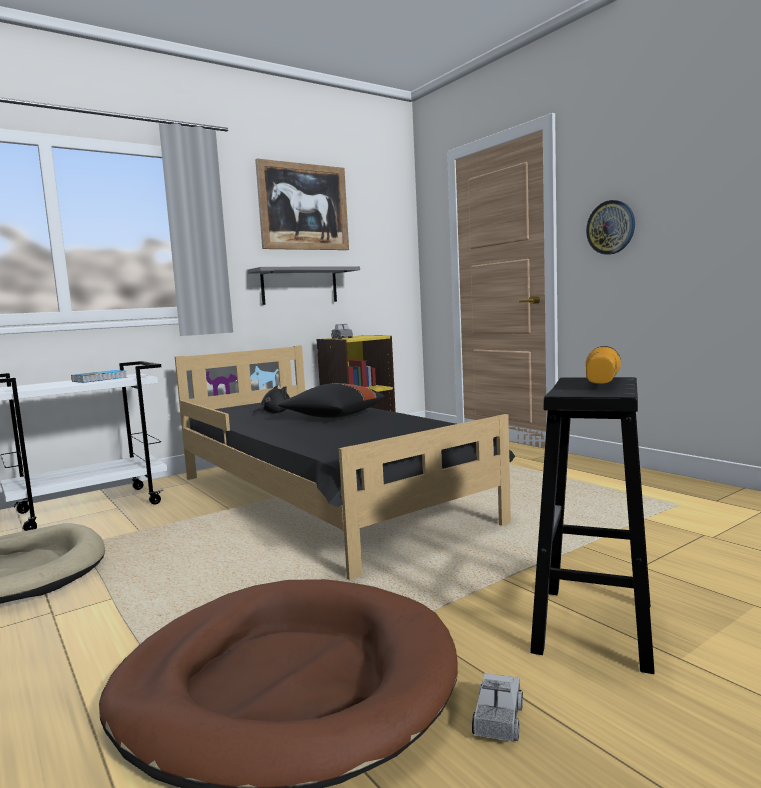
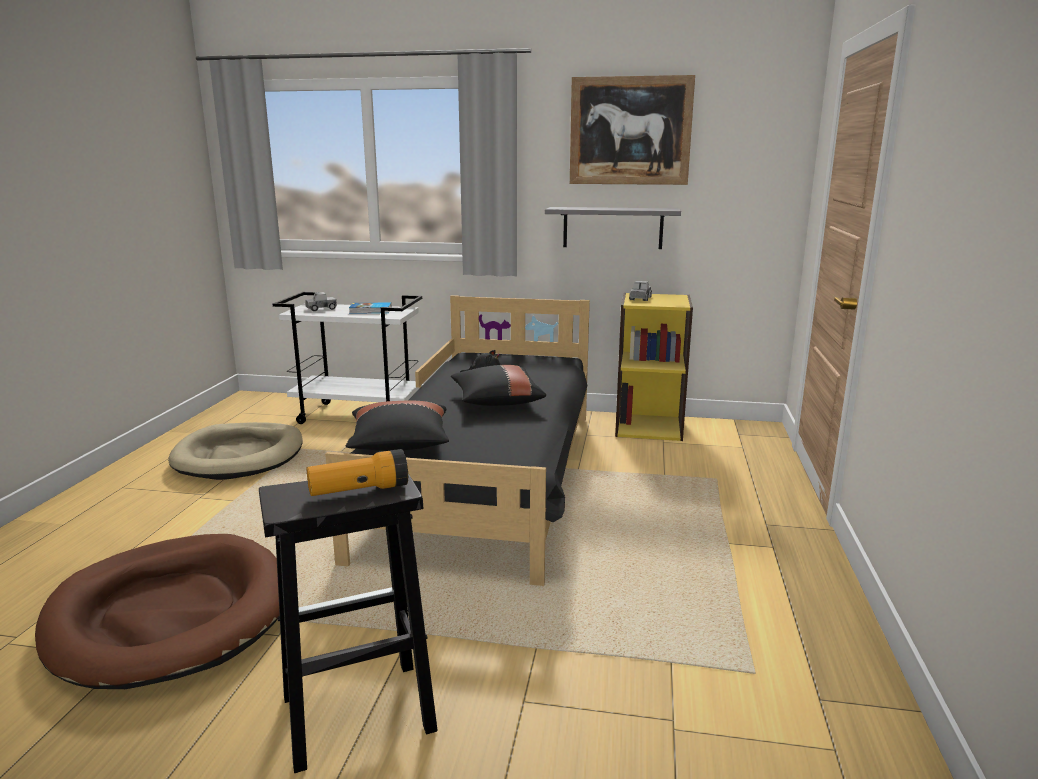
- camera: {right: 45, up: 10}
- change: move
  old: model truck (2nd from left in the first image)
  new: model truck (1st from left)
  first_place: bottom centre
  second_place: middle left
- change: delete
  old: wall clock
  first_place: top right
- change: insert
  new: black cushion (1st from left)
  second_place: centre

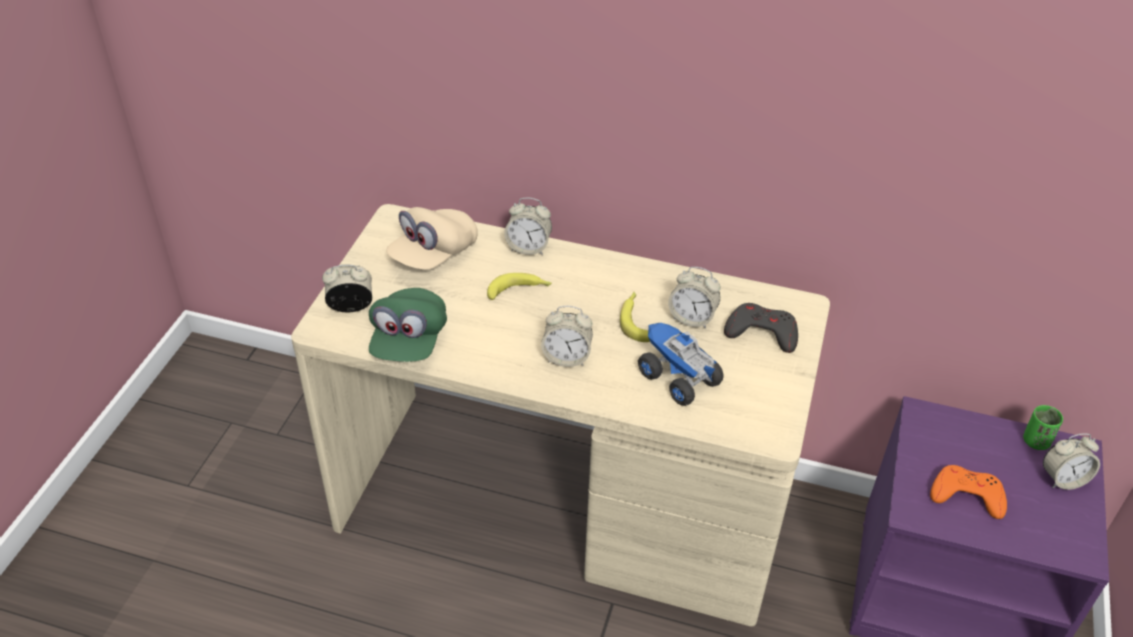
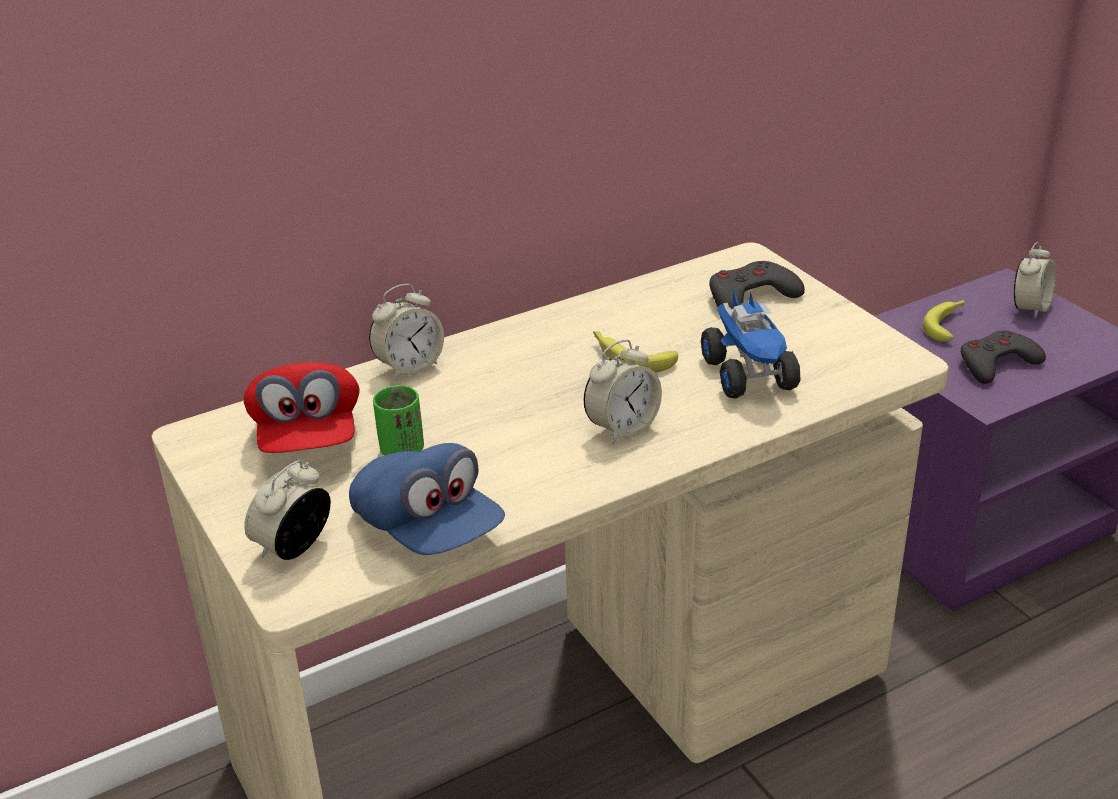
- camera: {right: -45, up: -10}
- change: recolor
  old: greenish peaked cap
  new: bluish peaked cap
  first_place: centre
  second_place: centre
- change: recolor
  old: beige peaked cap
  new: red peaked cap
  first_place: centre
  second_place: middle left
- change: move
  old: banana (1st from left in the first image)
  new: banana (2nd from left)
  first_place: centre
  second_place: middle right
- change: rotate
  old: model truck
  first_place: centre
  second_place: middle right
  degrees: -105
- change: delete
  old: alarm clock (4th from left)
  first_place: centre
- change: recolor
  old: orange-coloured game controller
  new: greyish game controller (2nd from left)
  first_place: bottom right
  second_place: middle right
- change: move
  old: greenish cup
  first_place: bottom right
  second_place: centre

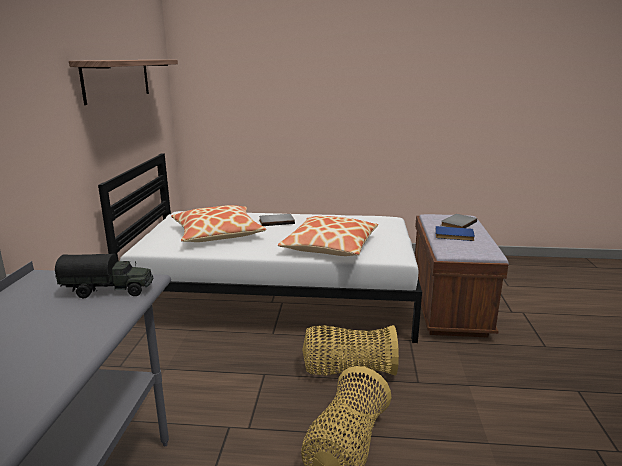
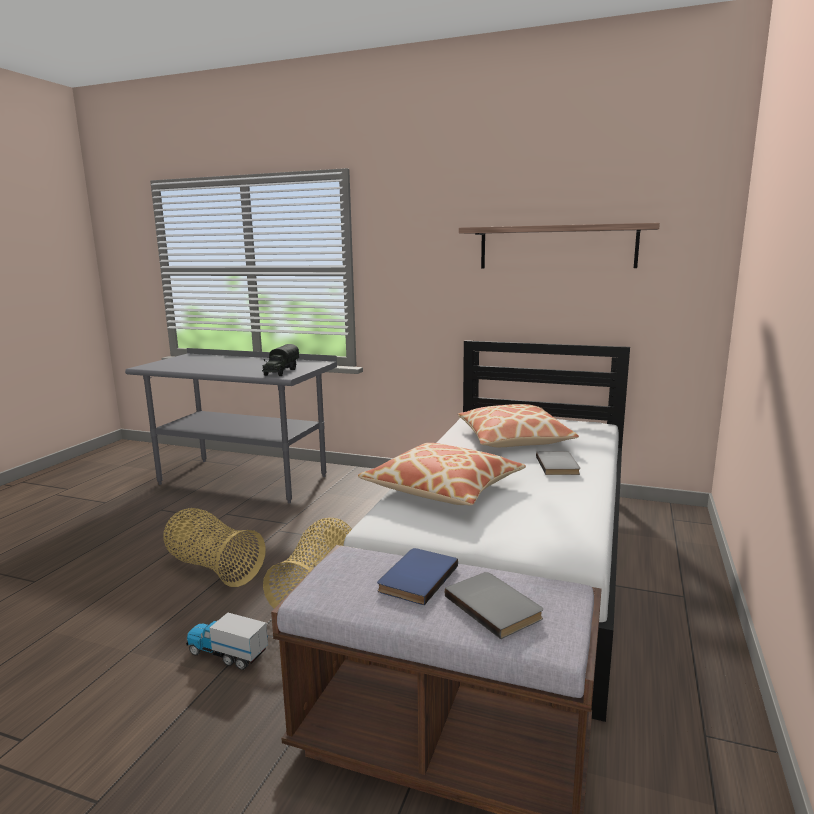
- camera: {right: 105, up: -5}
- change: insert
  new: model truck (1st from left)
  second_place: bottom left

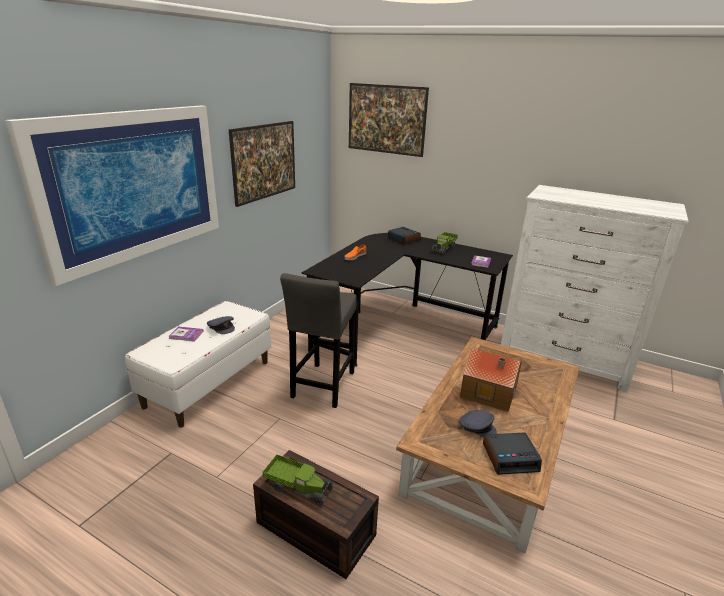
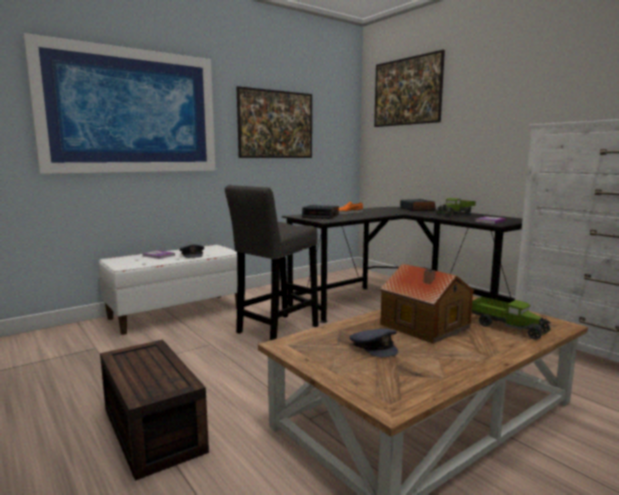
- camera: {right: 25, up: -15}
- change: move
  old: model truck (1st from left in the first image)
  new: model truck (2nd from left)
  first_place: bottom centre
  second_place: middle right
- change: move
  old: alarm clock (2nd from left in the first image)
  new: alarm clock (1st from left)
  first_place: bottom right
  second_place: centre

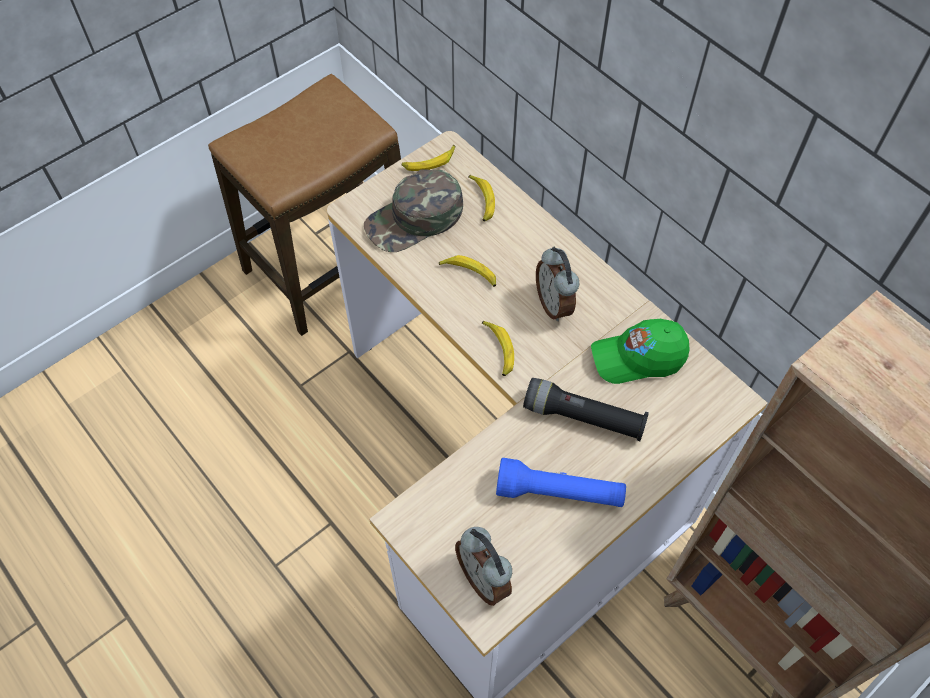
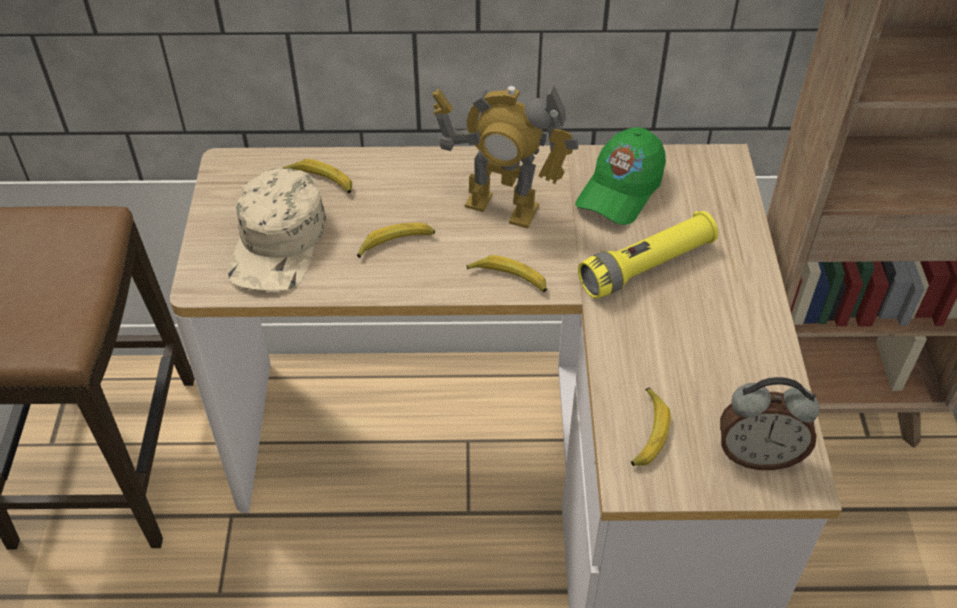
- camera: {right: -50, up: -10}
- change: recolor
  old: greenish peaked cap (1st from left)
  new: beige peaked cap
  first_place: top centre
  second_place: middle left
- change: move
  old: banana (1st from left in the first image)
  new: banana (4th from left)
  first_place: top centre
  second_place: bottom right
- change: delete
  old: bluish torch
  first_place: bottom centre
- change: recolor
  old: black torch
  new: yellow-coloured torch
  first_place: centre
  second_place: middle right
- change: replace
  old: alarm clock (2nd from left)
  new: toy robot
  first_place: centre
  second_place: top centre

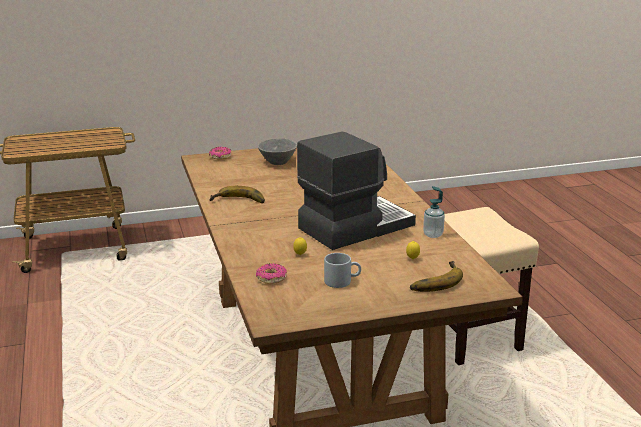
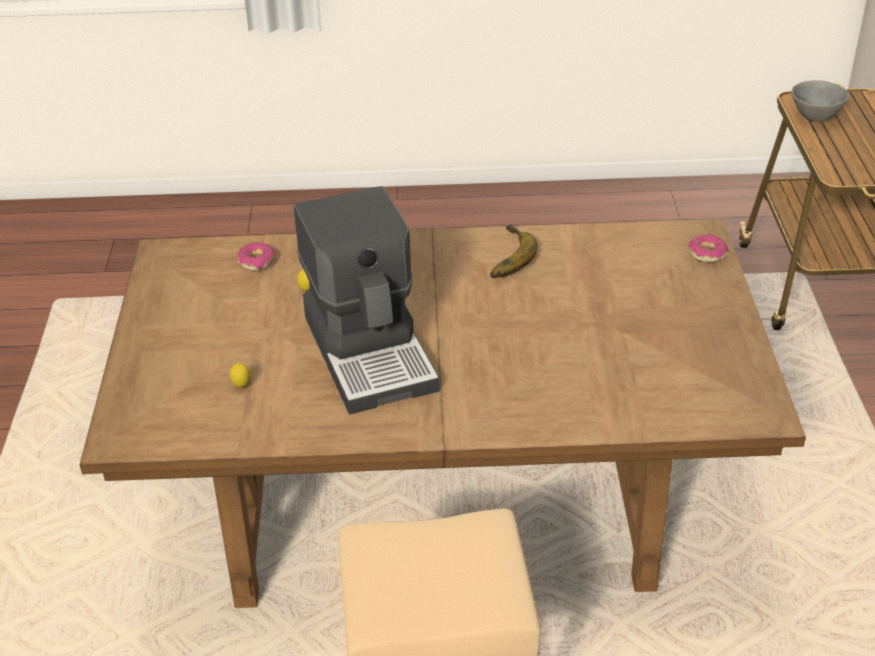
- camera: {right: 105, up: 15}
- change: move
  old: greyish serving bowl
  first_place: centre
  second_place: top right
- change: delete
  old: greyish coffee mug
  first_place: centre
- change: delete
  old: banana (2nd from left)
  first_place: middle right
- change: delete
  old: soap dispenser
  first_place: middle right

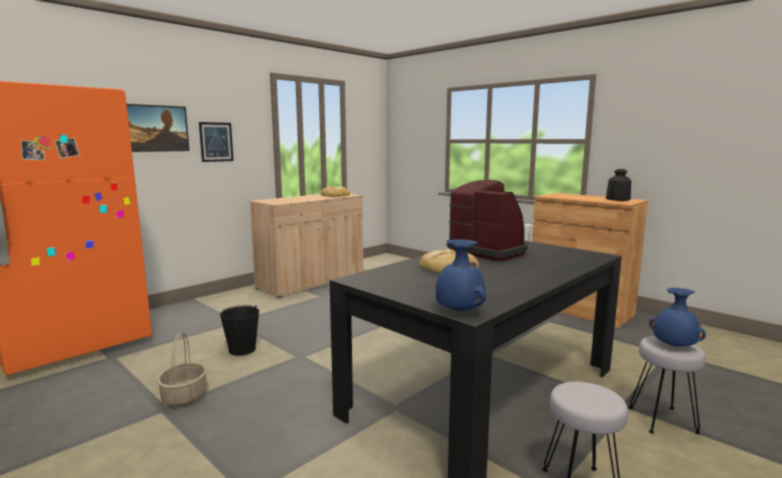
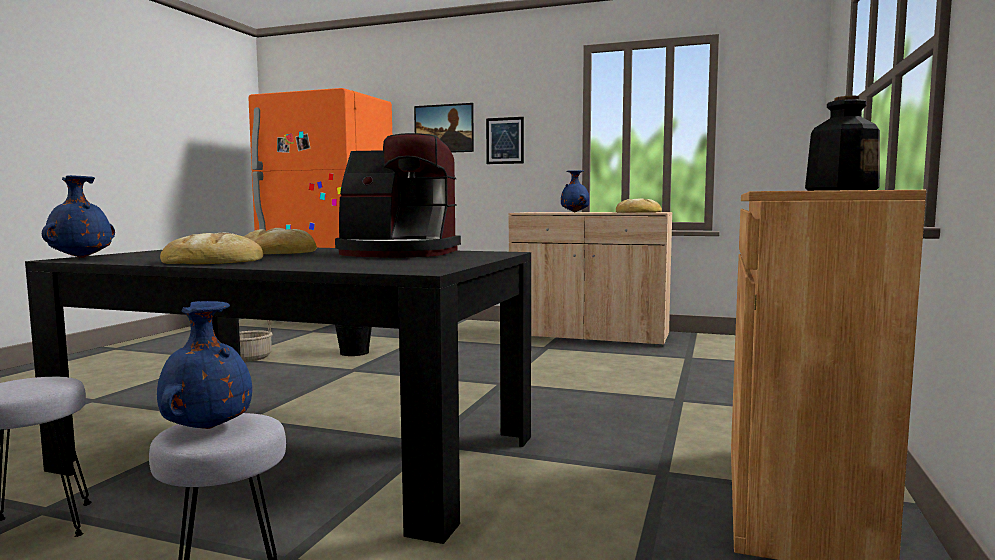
- camera: {right: 65, up: -5}
- change: rotate
  old: coffee maker
  first_place: centre
  second_place: centre
  degrees: 75
- change: insert
  new: bread (1st from left)
  second_place: middle left
- change: insert
  new: bluish vase (3rd from left)
  second_place: centre

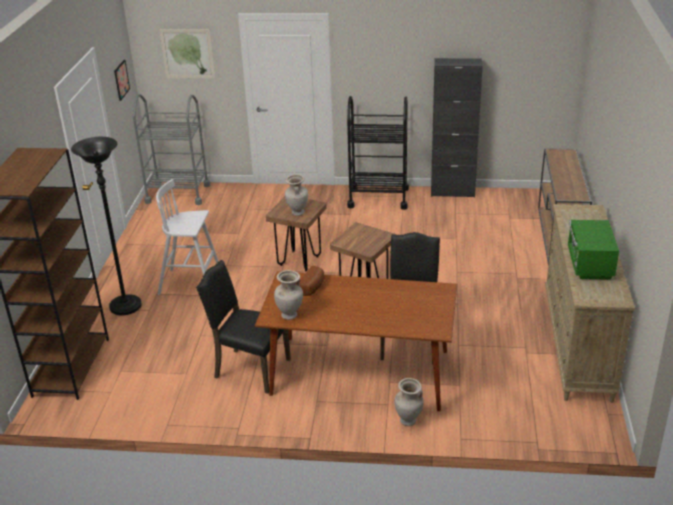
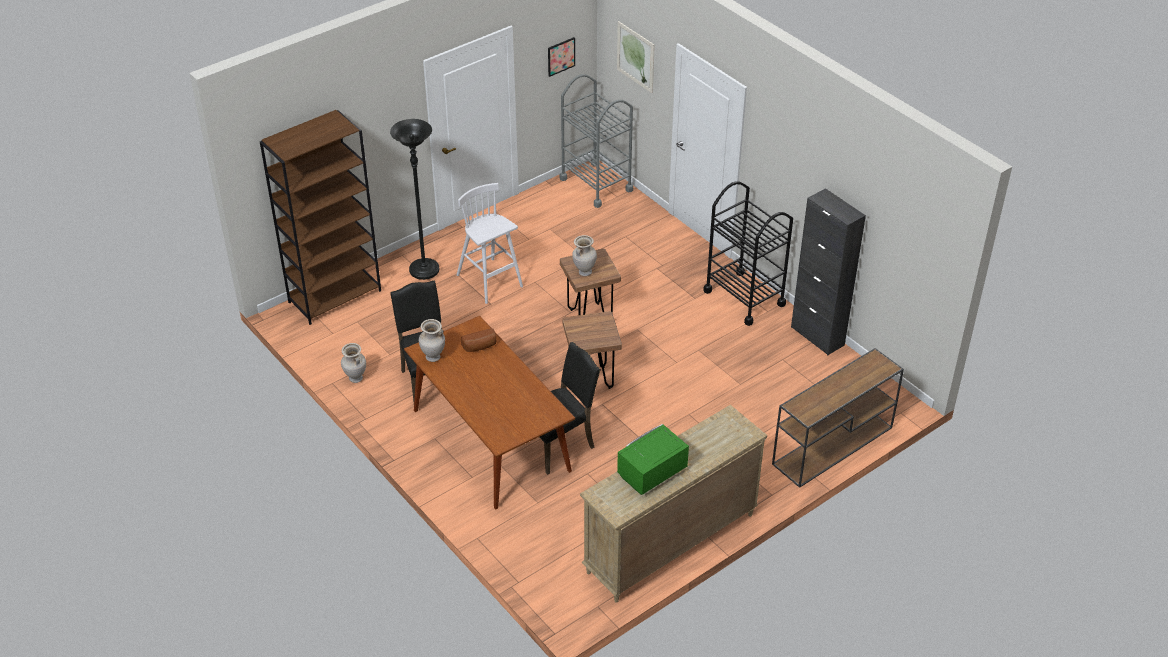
- camera: {right: 45, up: 10}
- change: move
  old: beige vase (3rd from left in the first image)
  new: beige vase (1st from left)
  first_place: bottom centre
  second_place: middle left

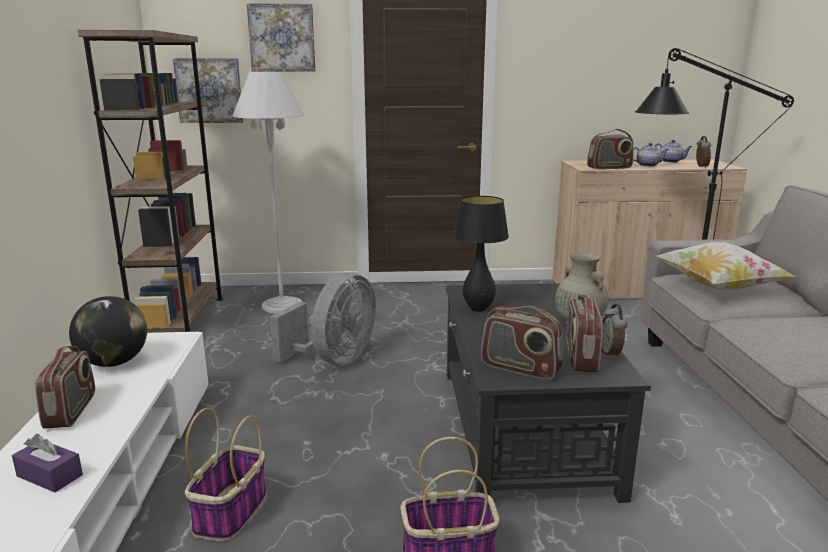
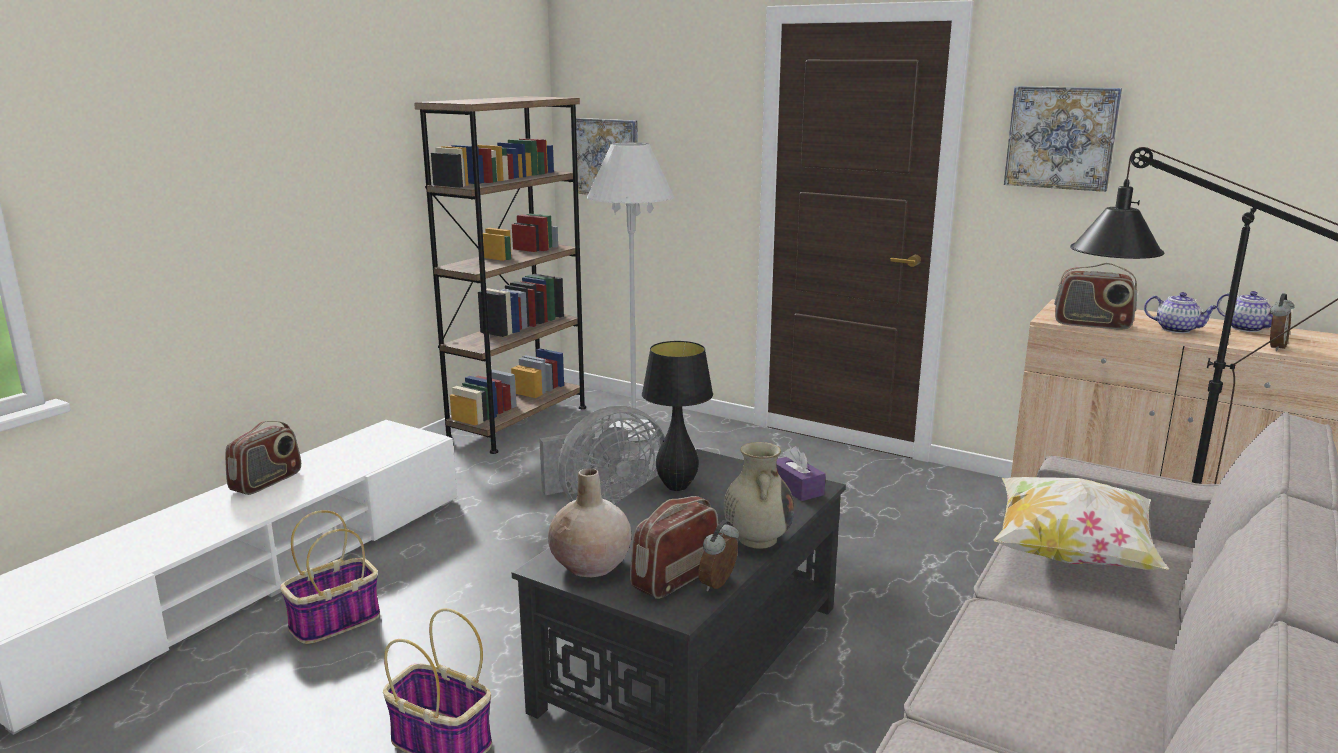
- camera: {right: 35, up: 0}
- change: move
  old: purple tissue box
  first_place: bottom left
  second_place: centre
- change: delete
  old: globe
  first_place: middle left
- change: move
  old: wall art (2nd from left)
  first_place: top centre
  second_place: top right
- change: replace
  old: radio set (2nd from left)
  new: beige vase (1st from left)
  first_place: centre
  second_place: bottom centre

